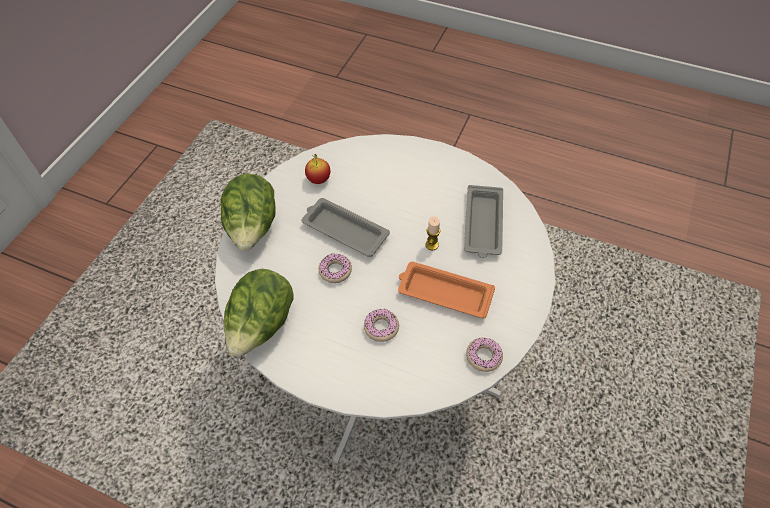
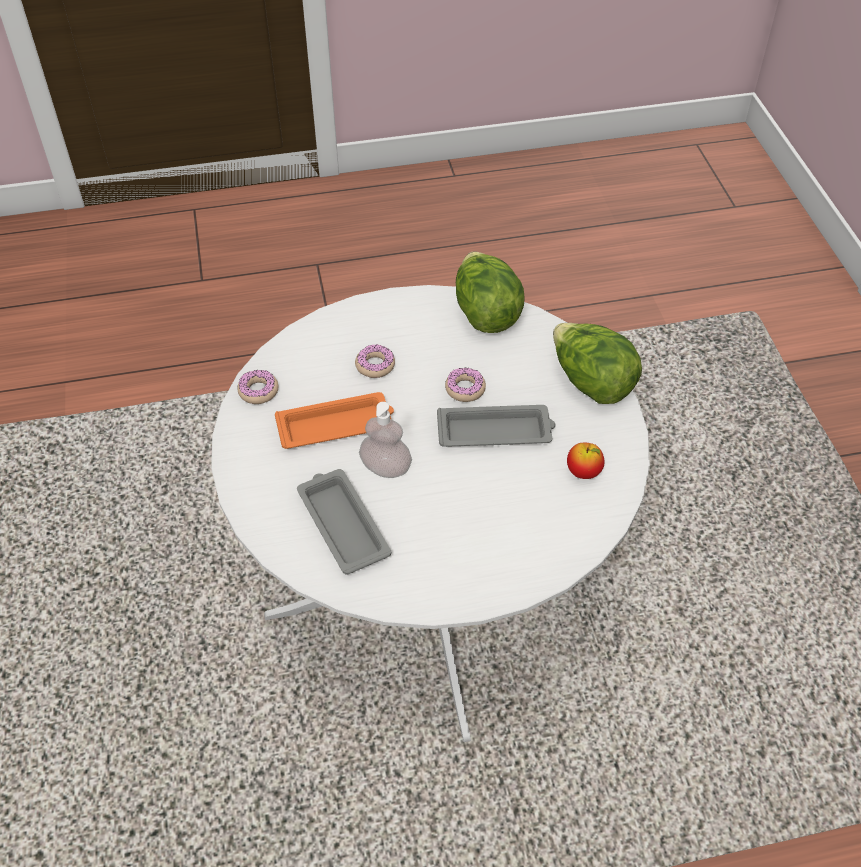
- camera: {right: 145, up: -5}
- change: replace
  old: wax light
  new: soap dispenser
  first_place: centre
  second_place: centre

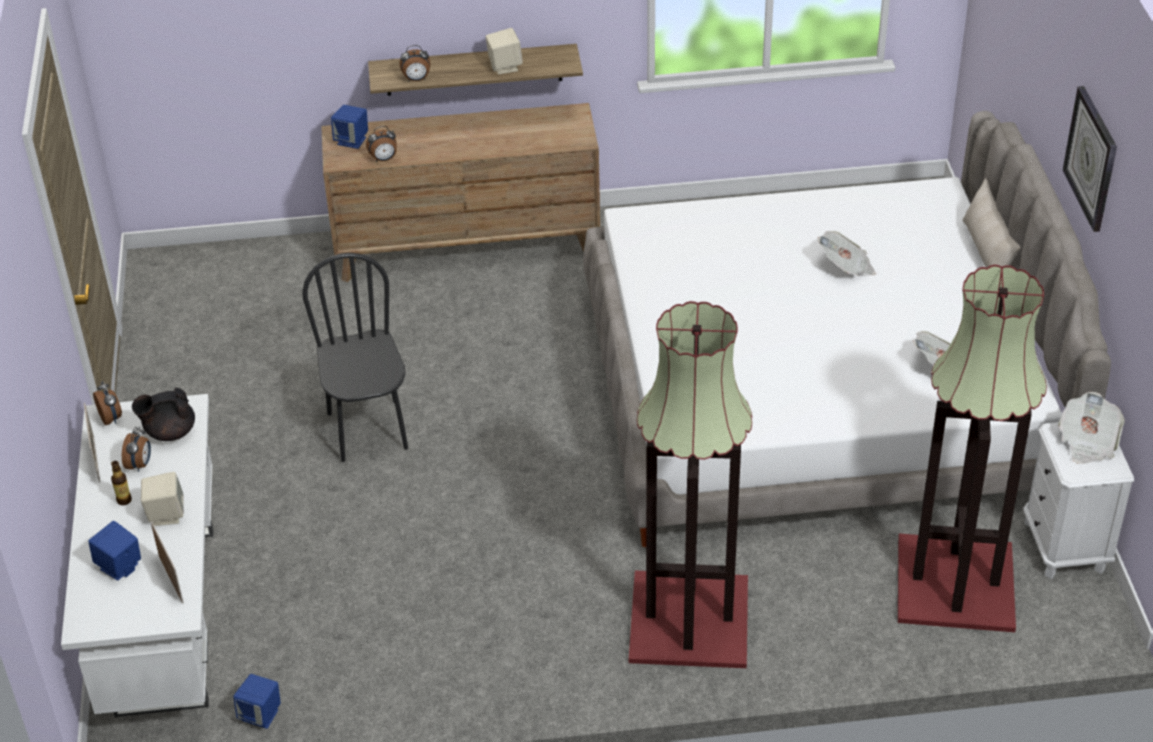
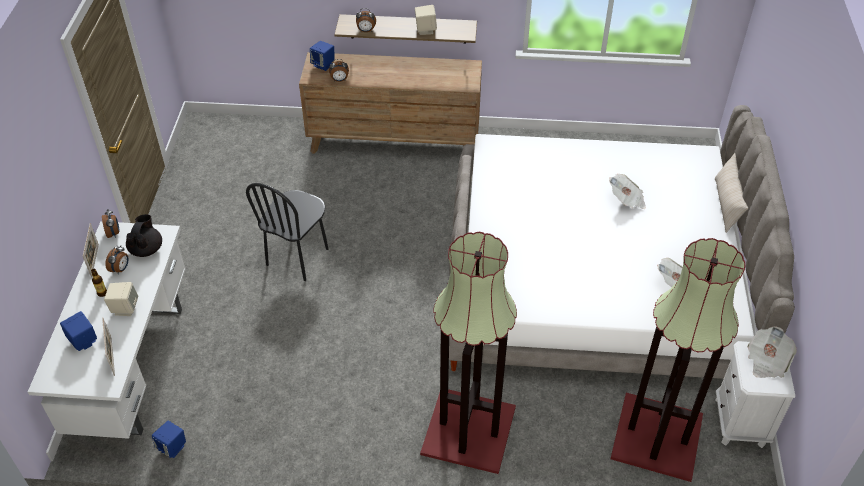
- camera: {right: 10, up: 5}
- change: rotate
  old: black tea pot
  first_place: middle left
  second_place: middle left
  degrees: 105
- change: rotate
  old: black plain chair
  first_place: middle left
  second_place: middle left
  degrees: -150
- change: delete
  old: wall clock
  first_place: top right

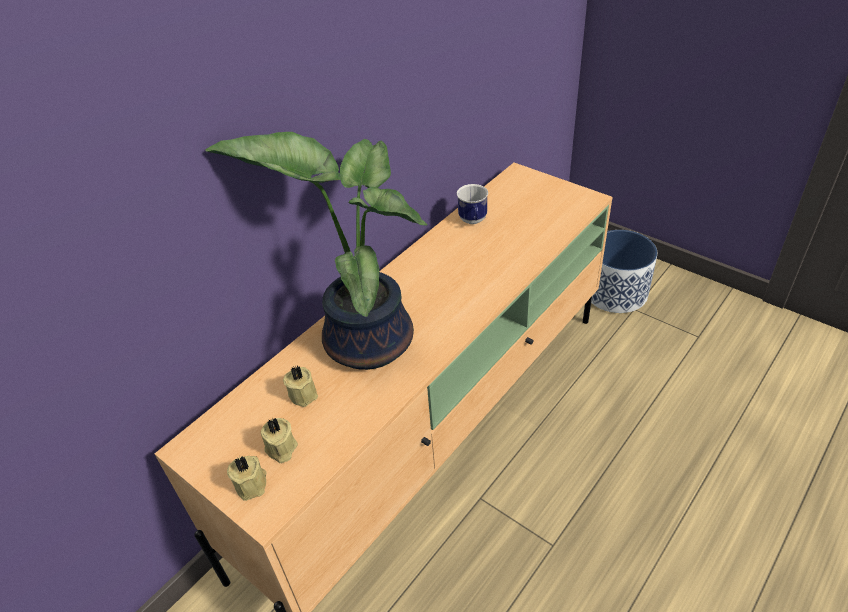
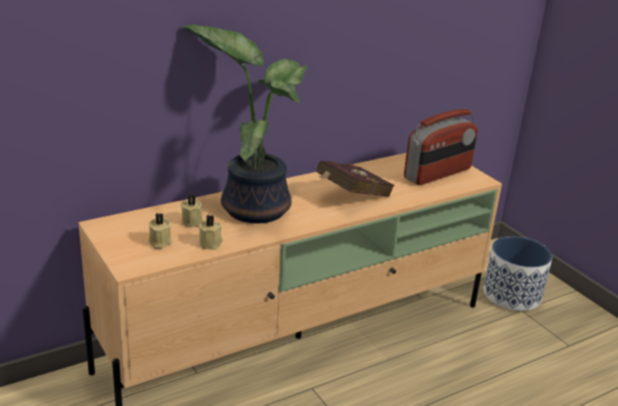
- camera: {right: 15, up: -15}
- change: move
  old: beige wax light (1st from left in the first image)
  new: beige wax light (3rd from left)
  first_place: bottom left
  second_place: centre
- change: delete
  old: coffee mug
  first_place: centre
- change: insert
  new: red bound book
  second_place: centre
- change: insert
  new: radio set
  second_place: middle right

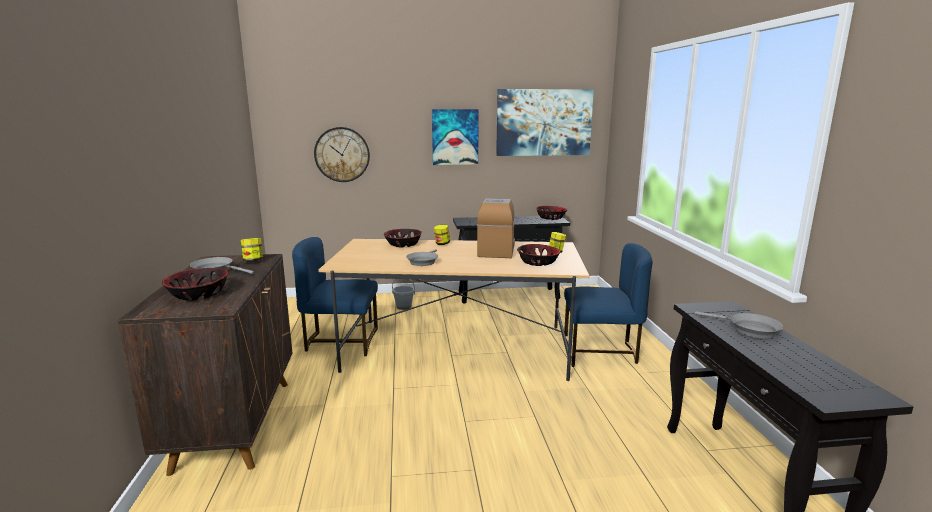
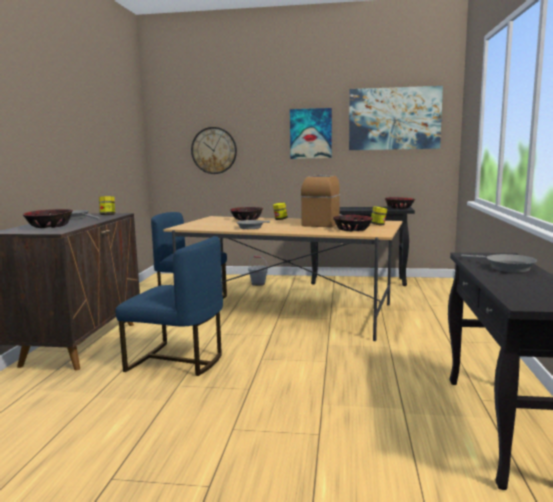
- camera: {right: 15, up: -5}
- change: move
  old: bluish plain chair (2nd from left in the first image)
  new: bluish plain chair (1st from left)
  first_place: centre
  second_place: middle left

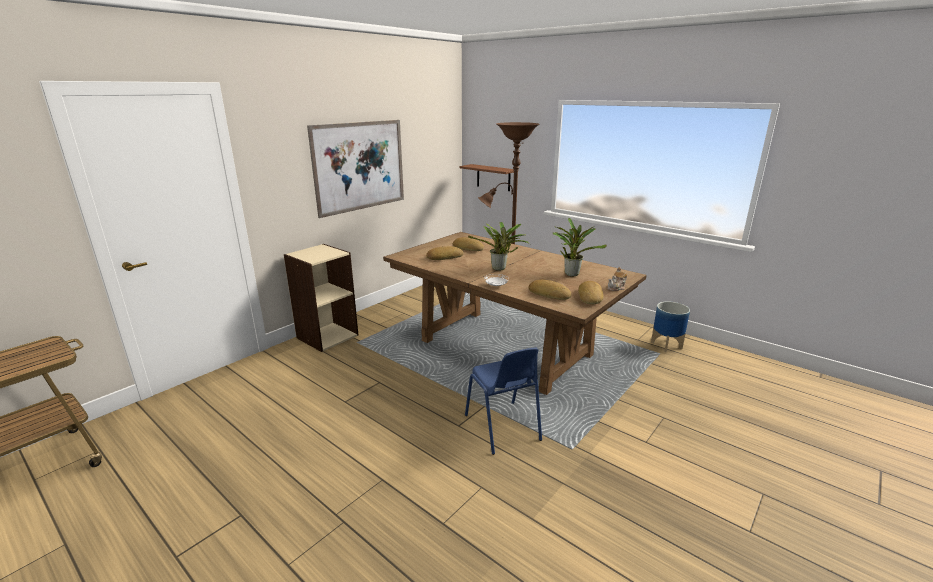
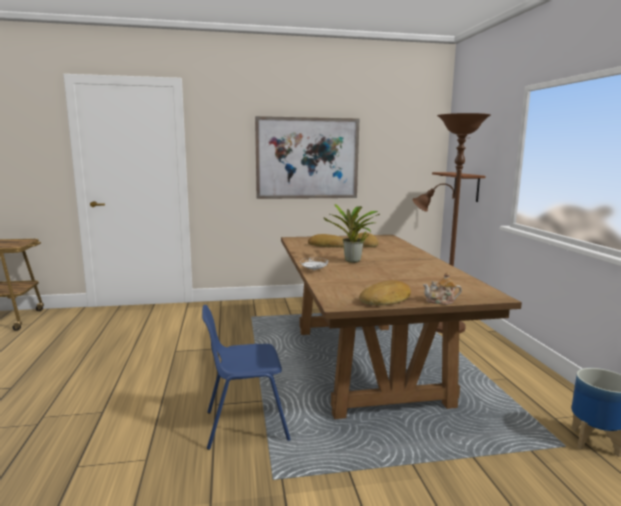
- camera: {right: 40, up: -10}
- change: delete
  old: beige shelving unit
  first_place: centre
- change: rotate
  old: bluish plain chair
  first_place: bottom centre
  second_place: bottom centre
  degrees: 60
- change: delete
  old: bread (3rd from left)
  first_place: centre
- change: delete
  old: potted plant (2nd from left)
  first_place: centre

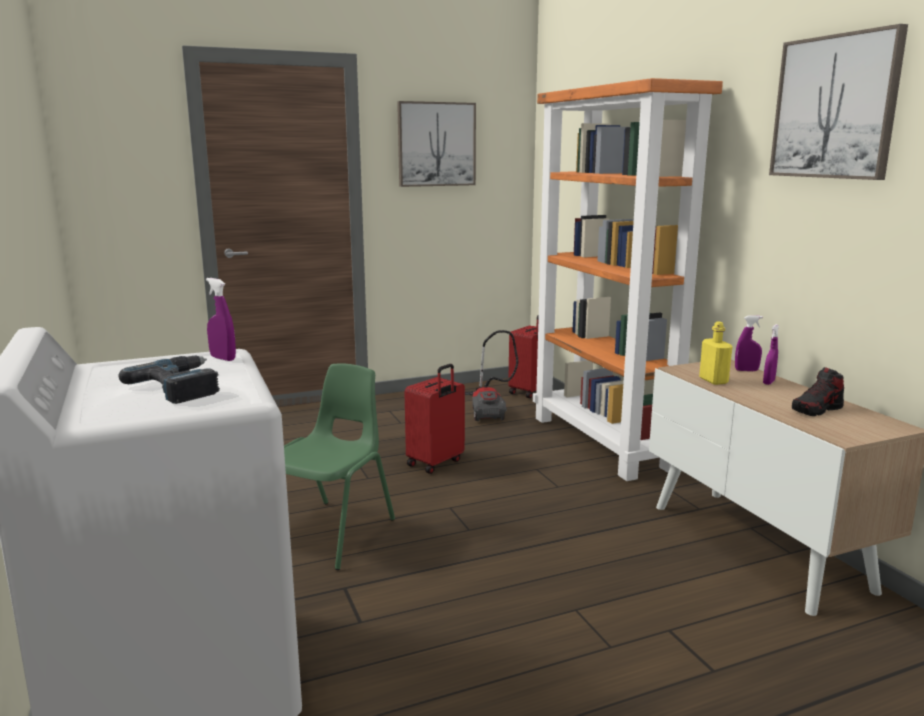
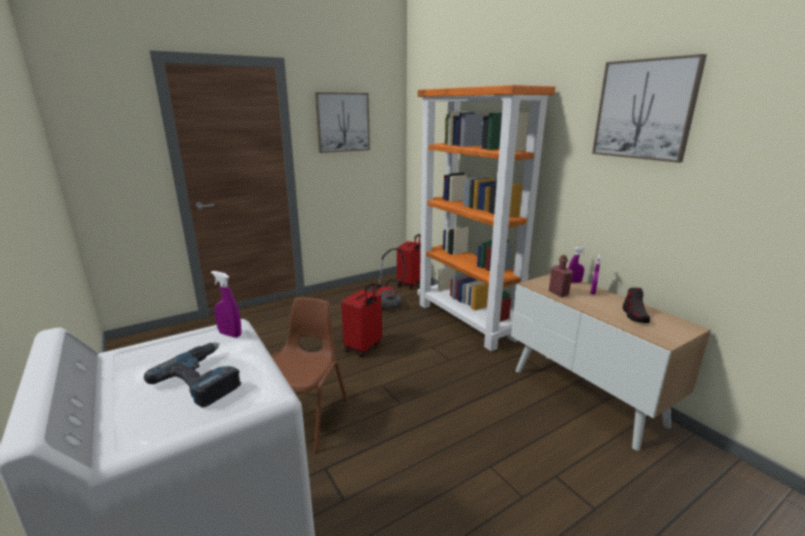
- camera: {right: -10, up: 5}
- change: recolor
  old: greenish plain chair
  new: brown plain chair
  first_place: centre
  second_place: bottom centre
- change: recolor
  old: yellow-coloured beverage bottle
  new: red beverage bottle
  first_place: middle right
  second_place: middle right
- change: rotate
  old: low shoe
  first_place: middle right
  second_place: middle right
  degrees: -45

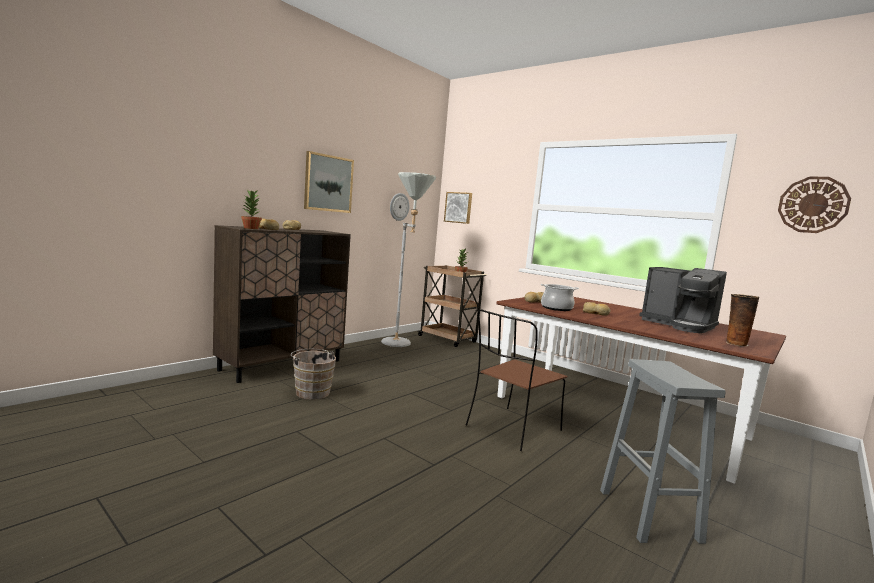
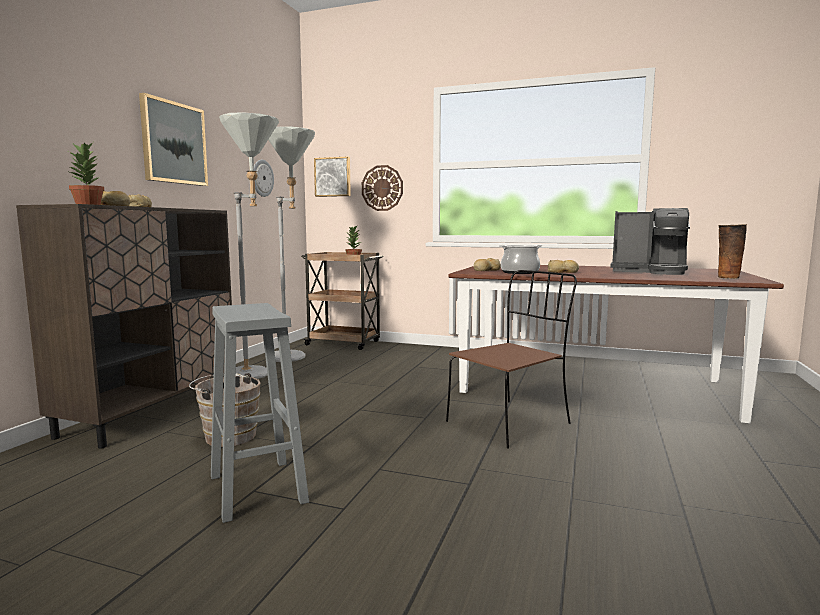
- camera: {right: -20, up: 0}
- change: rotate
  old: brown plain chair
  first_place: centre
  second_place: centre
  degrees: -150
- change: move
  old: greyish sitting stool
  first_place: bottom right
  second_place: bottom left
- change: move
  old: wall clock (2nd from left)
  first_place: middle right
  second_place: top centre
- change: insert
  new: greyish standing lamp (1st from left)
  second_place: middle left

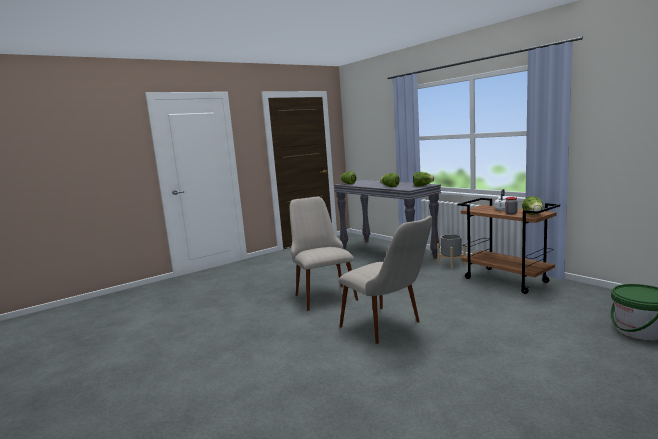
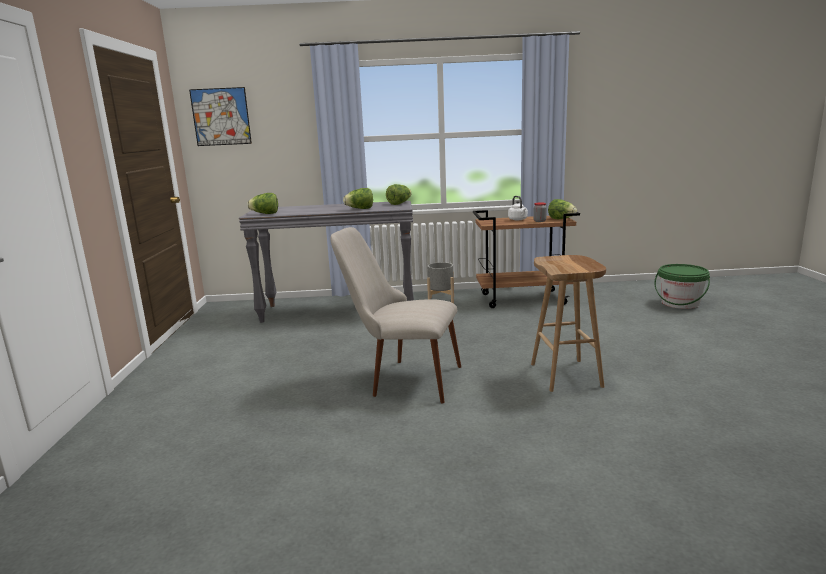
- camera: {right: -55, up: 5}
- change: replace
  old: beige plain chair (2nd from left)
  new: brown sitting stool
  first_place: centre
  second_place: middle right
- change: insert
  new: wall art
  second_place: top left

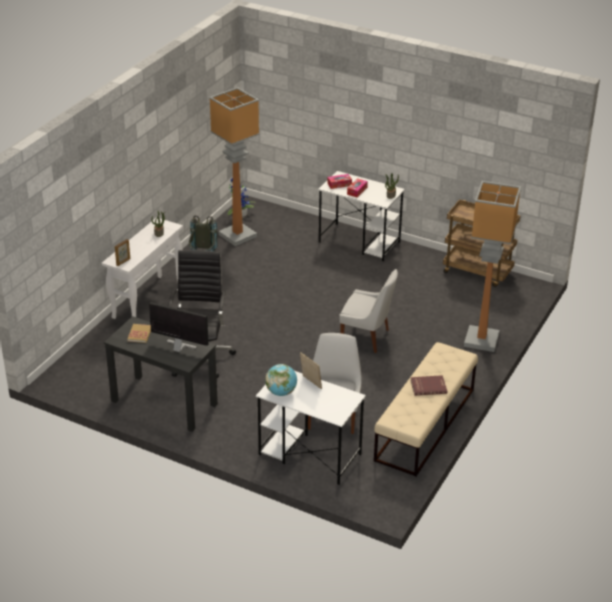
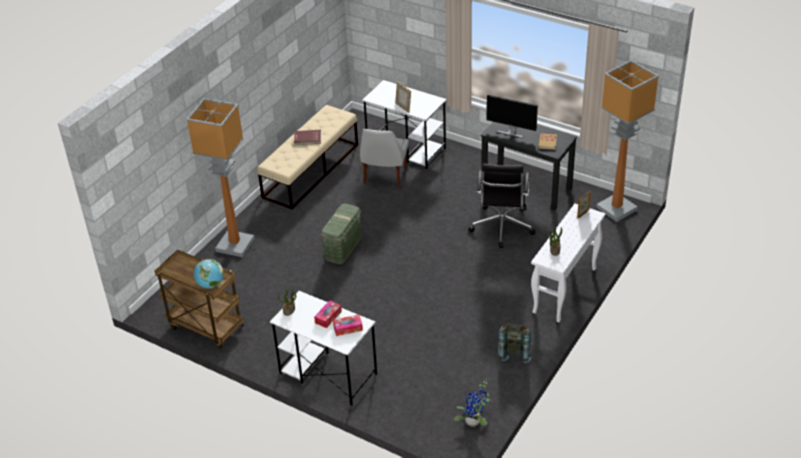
- camera: {right: -175, up: 5}
- change: move
  old: standing lamp (1st from left in the first image)
  new: standing lamp (2nd from left)
  first_place: top centre
  second_place: top right
- change: move
  old: globe
  first_place: centre
  second_place: middle left
- change: replace
  old: white-coloured plain chair (2nd from left)
  new: greenish storage box
  first_place: centre
  second_place: centre

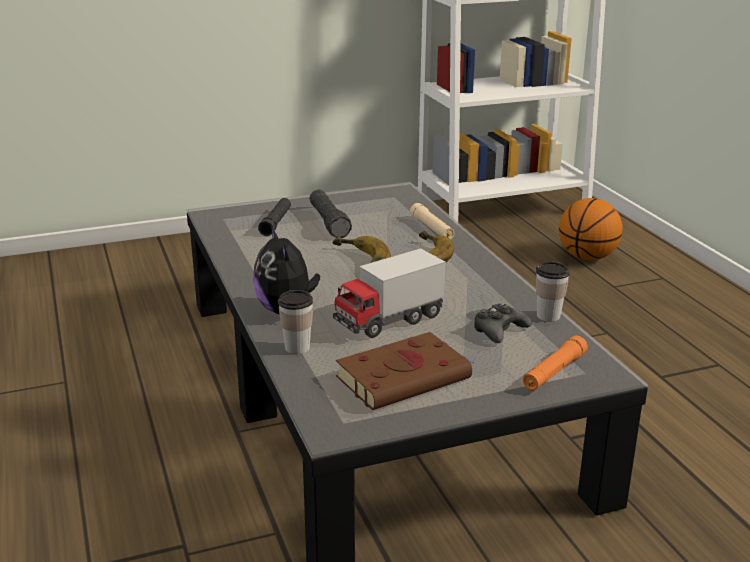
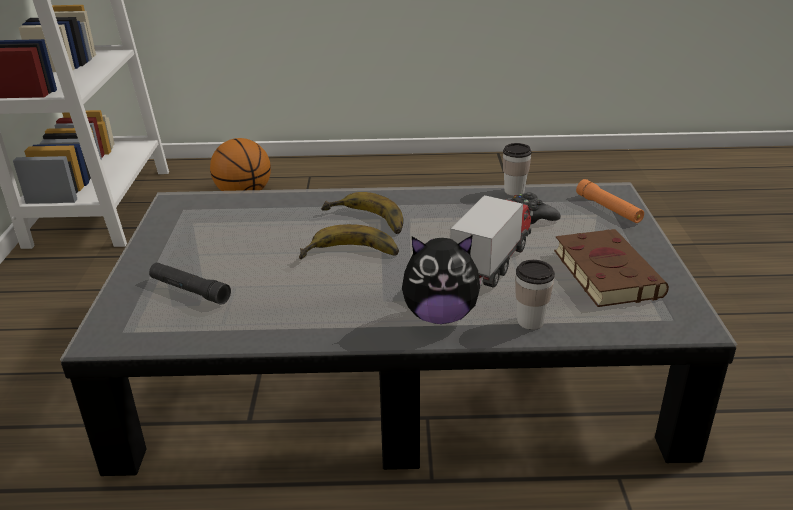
- camera: {right: -70, up: 5}
- change: delete
  old: black torch (2nd from left)
  first_place: centre
- change: rotate
  old: model truck
  first_place: centre
  second_place: centre
  degrees: -135
- change: delete
  old: beige torch
  first_place: centre

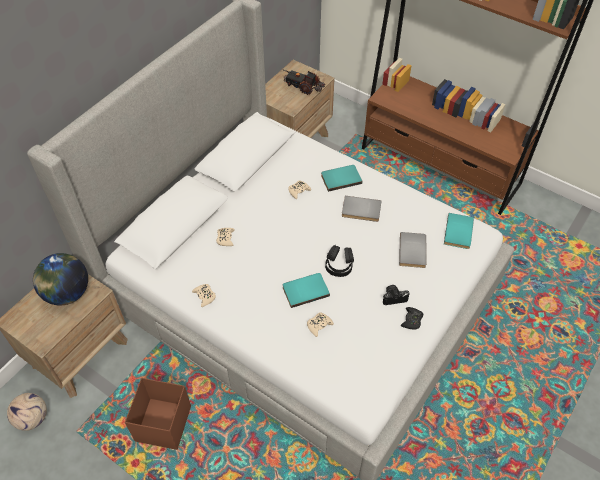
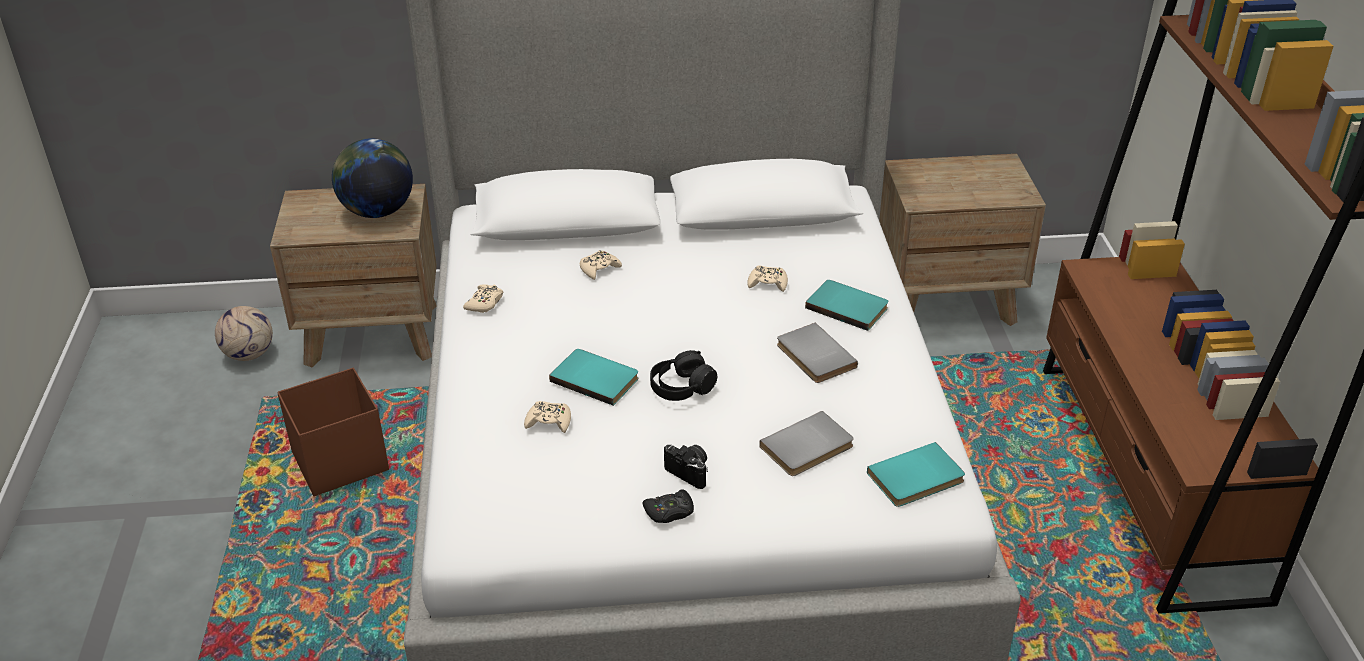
- camera: {right: 50, up: -15}
- change: delete
  old: model truck
  first_place: top centre

